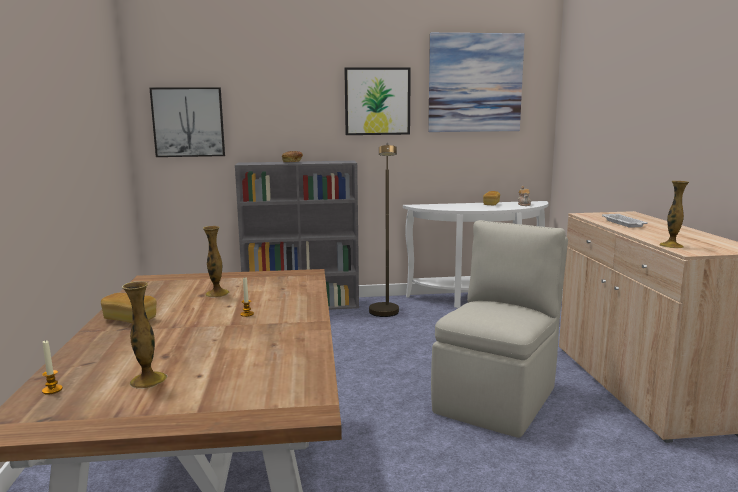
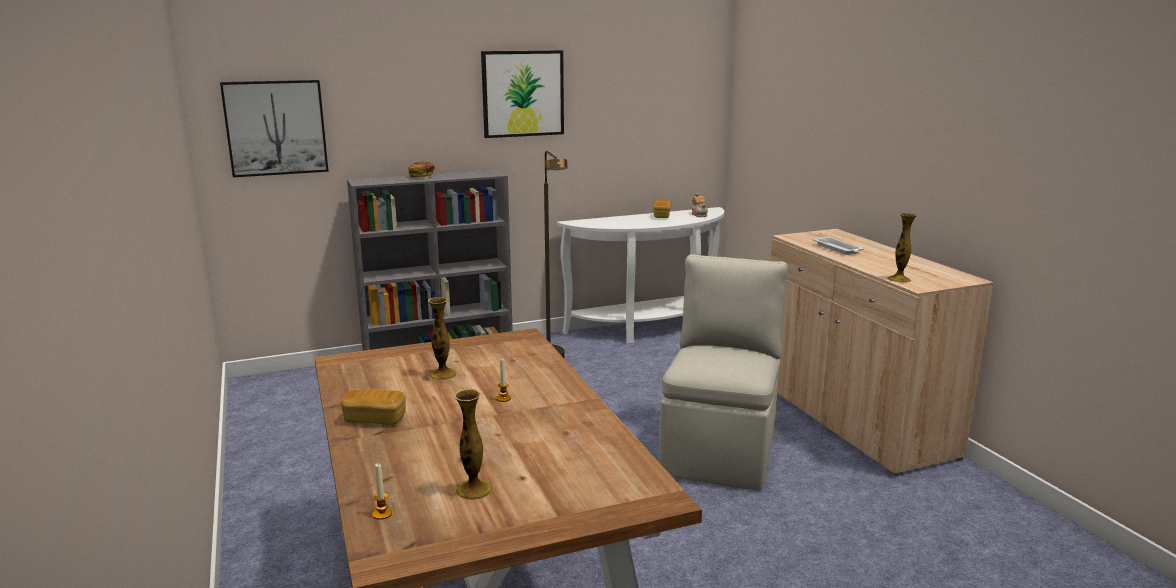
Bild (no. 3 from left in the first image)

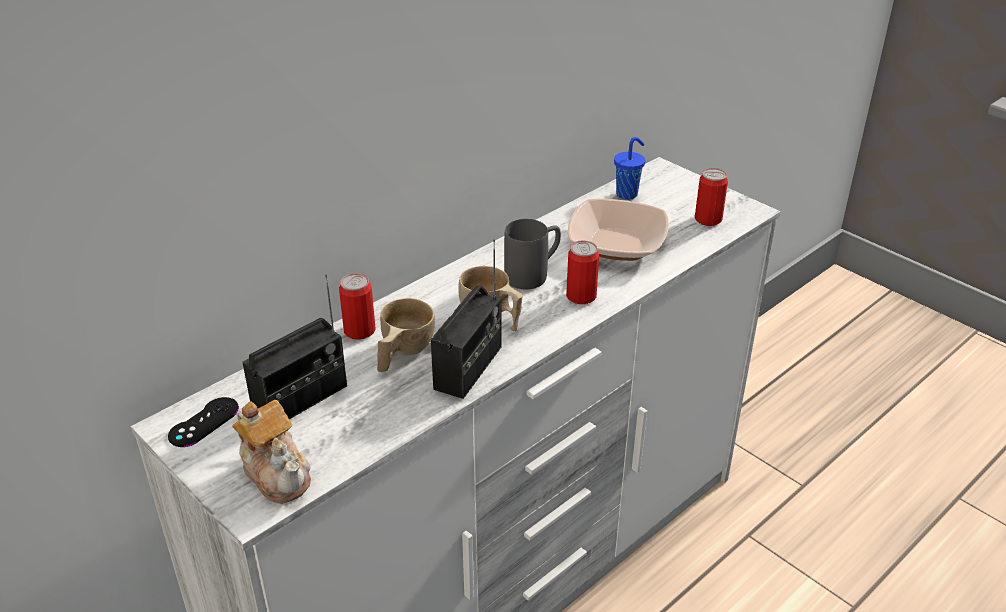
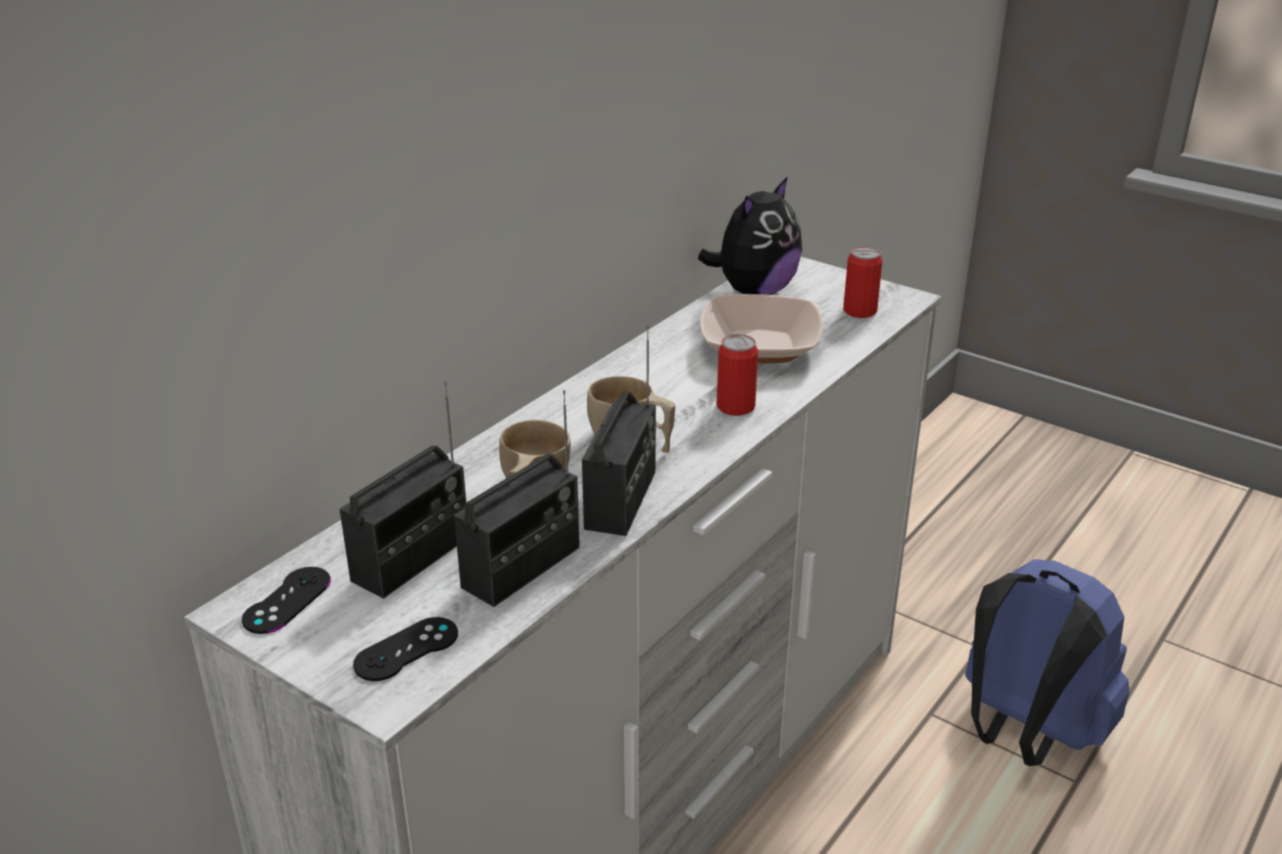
Plüschtier; Henkelbecher/grau; Dose (no. 1 from left in the first image); Gamepad/schwarz (no. 2 from left); Radio (no. 2 from left); Rucksack/blau

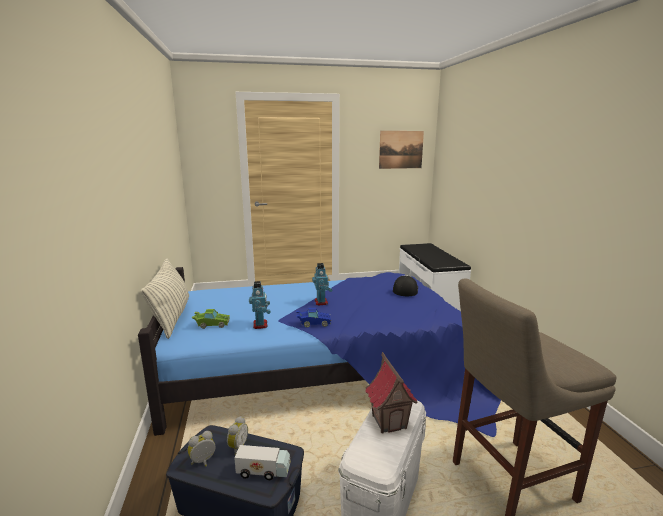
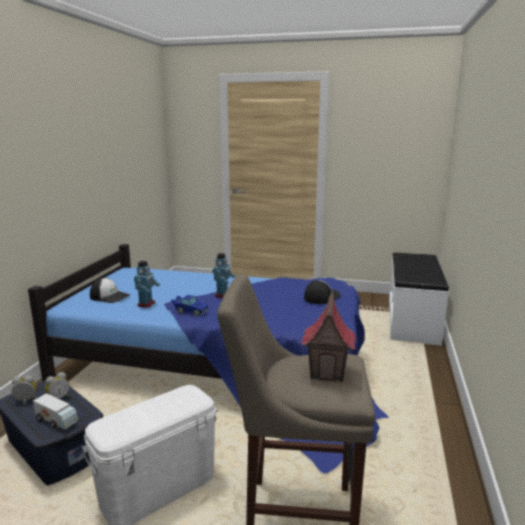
Bild; Kissen; Kappe (no. 1 from left); Spielzeughaus

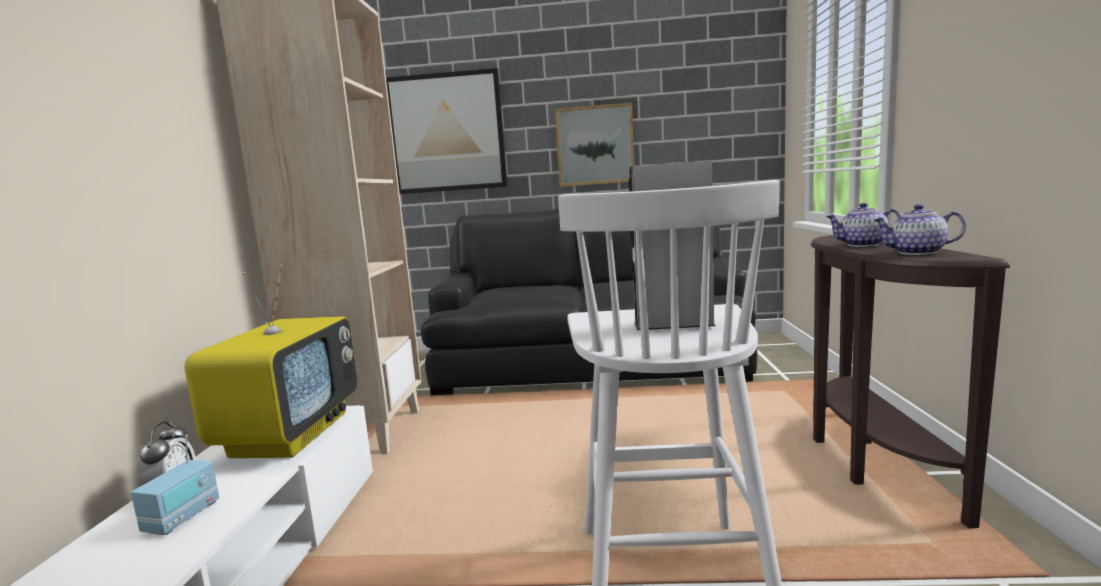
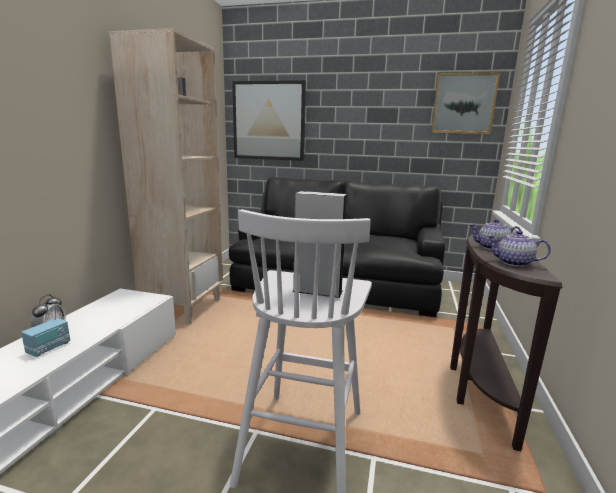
Bild (no. 2 from left); Fernseher

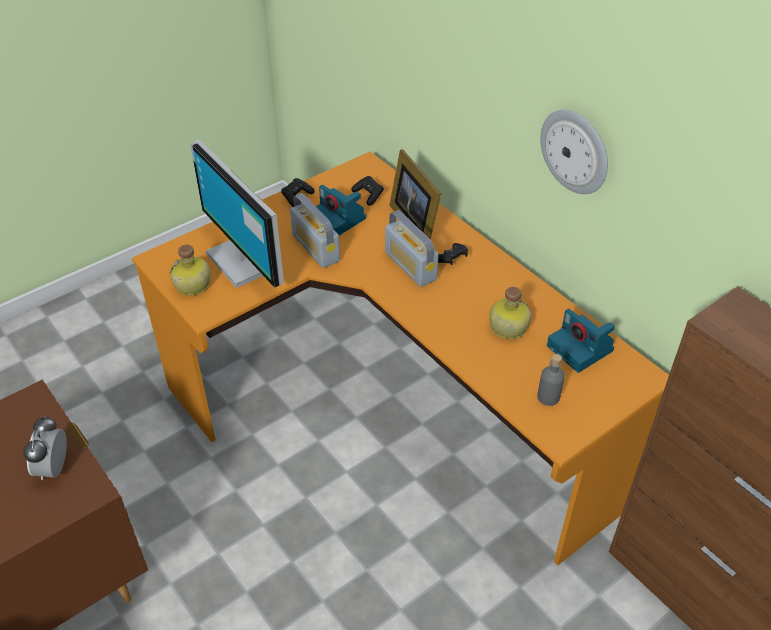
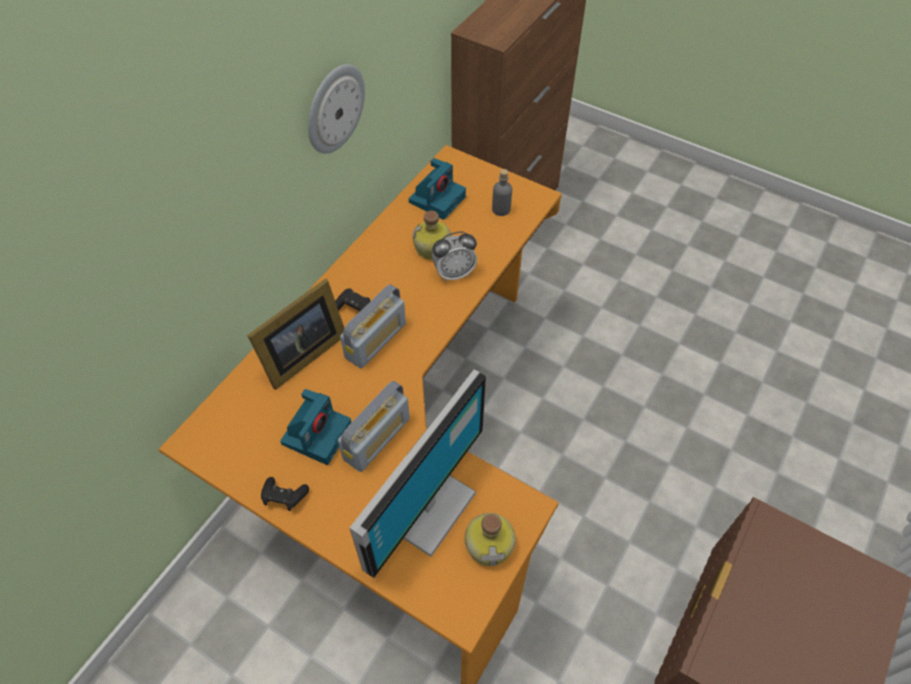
Gamepad/schwarz (no. 2 from left in the first image); Wecker

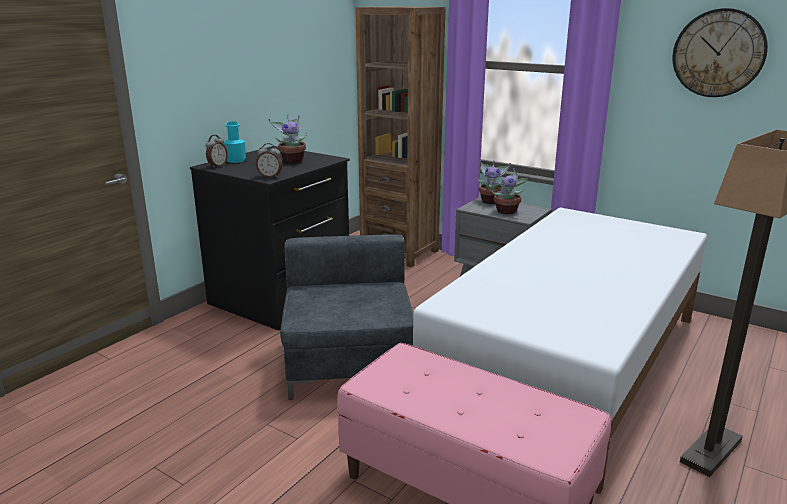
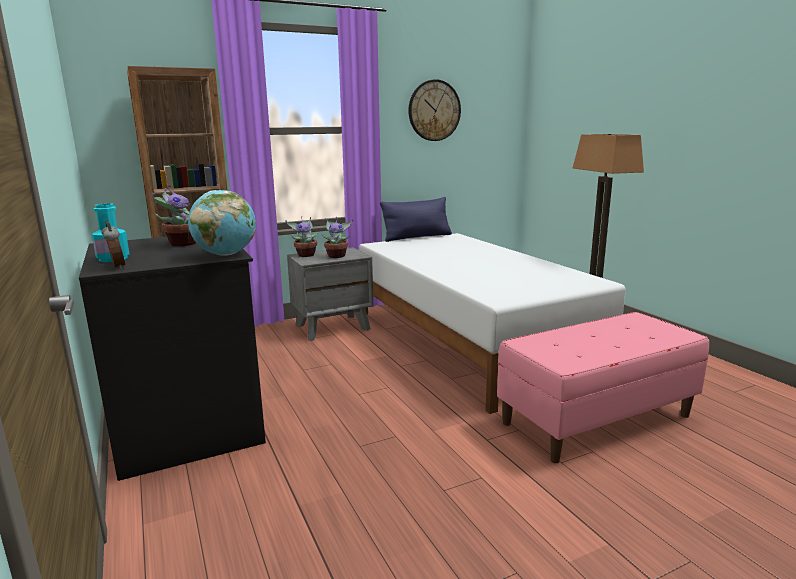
Globus; Sessel/grau; Kissen/blau

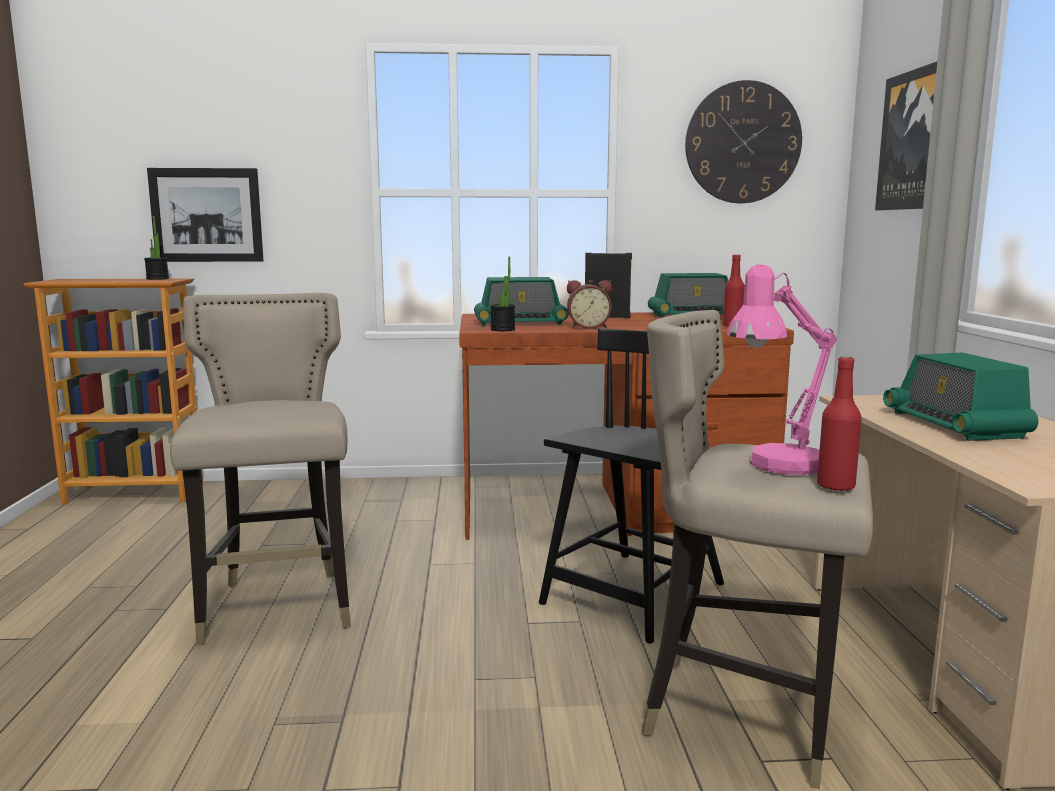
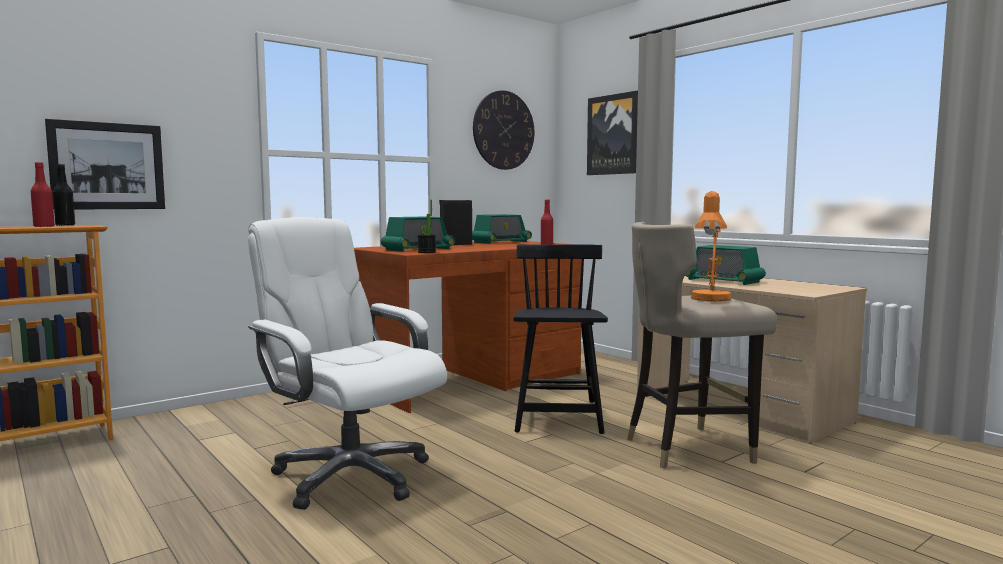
Flasche/schwarz; Tischlampe/orange; Wecker; Bürostuhl/weiß; Flasche/rot (no. 1 from left)

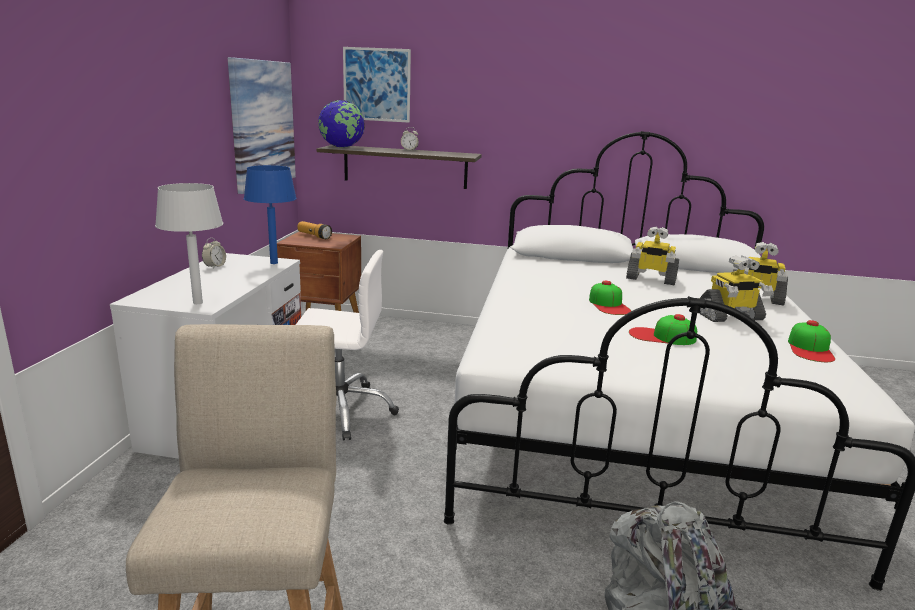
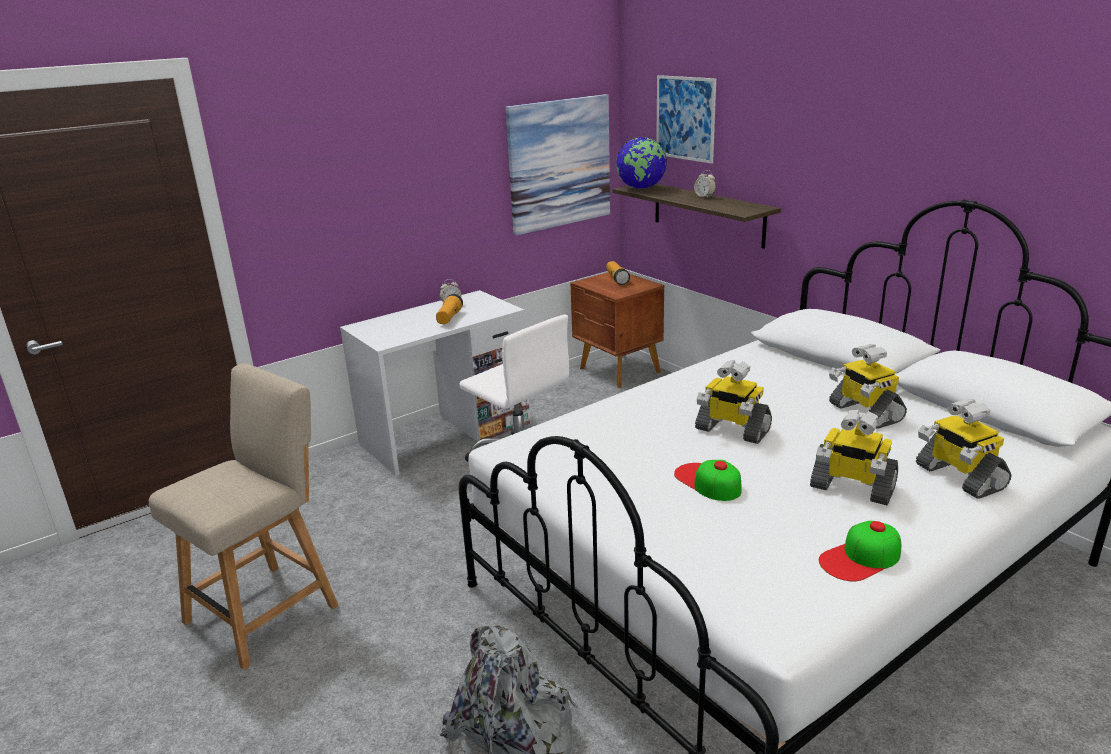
Tischlampe/blau; Tischlampe/grau; Spielzeugroboter (no. 1 from left); Taschenlampe (no. 1 from left)

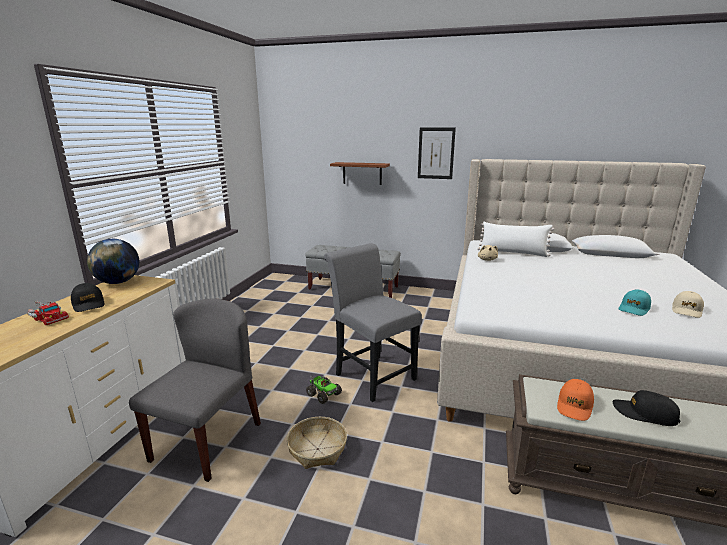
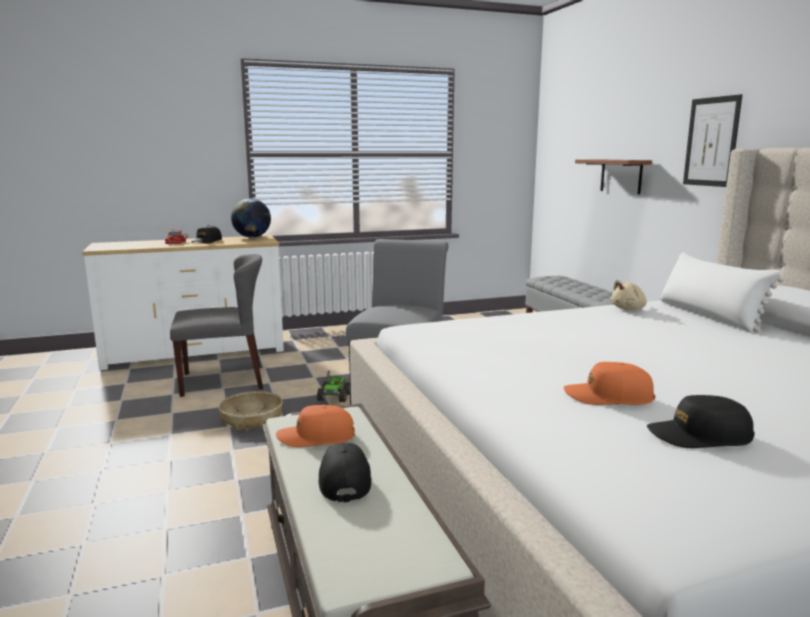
Kappe/orange (no. 2 from left); Kappe/schwarz (no. 3 from left)

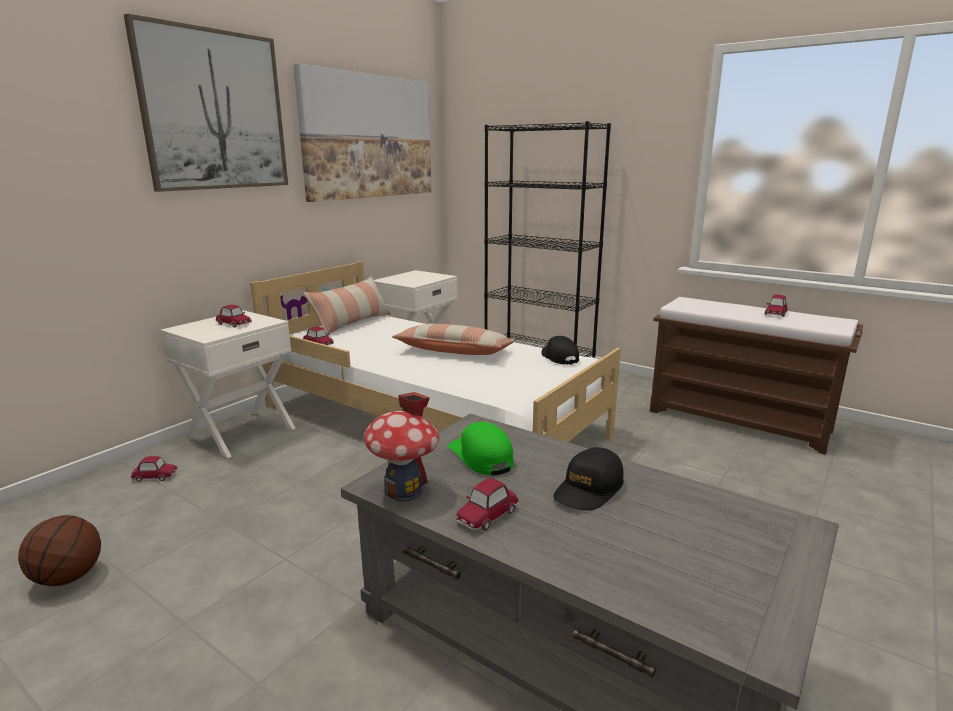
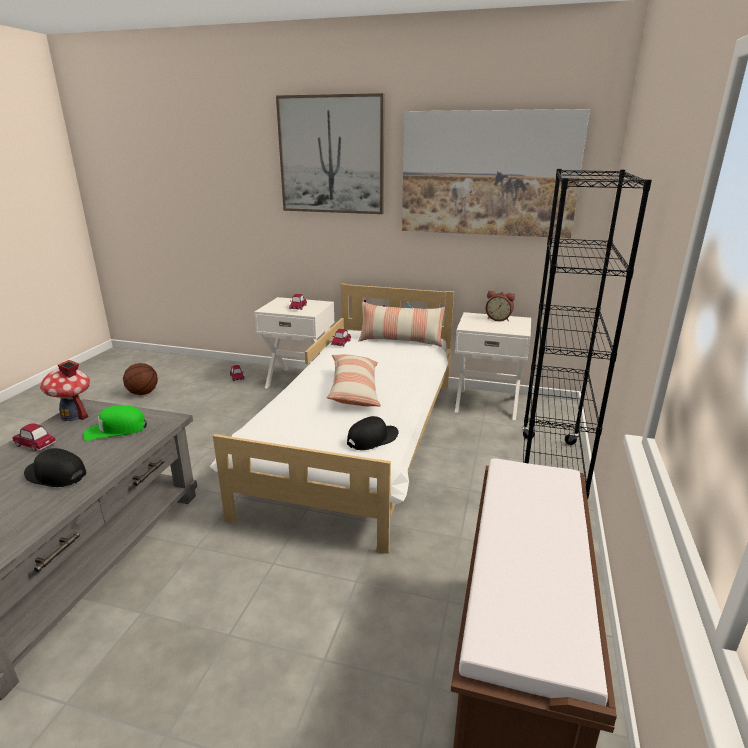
Spielzeugauto (no. 5 from left in the first image); Kappe/grün; Wecker

